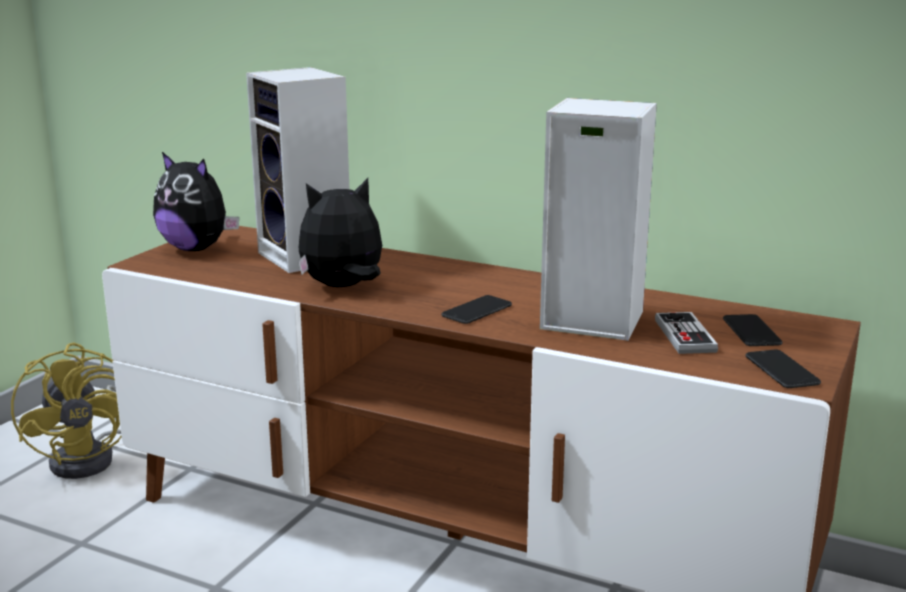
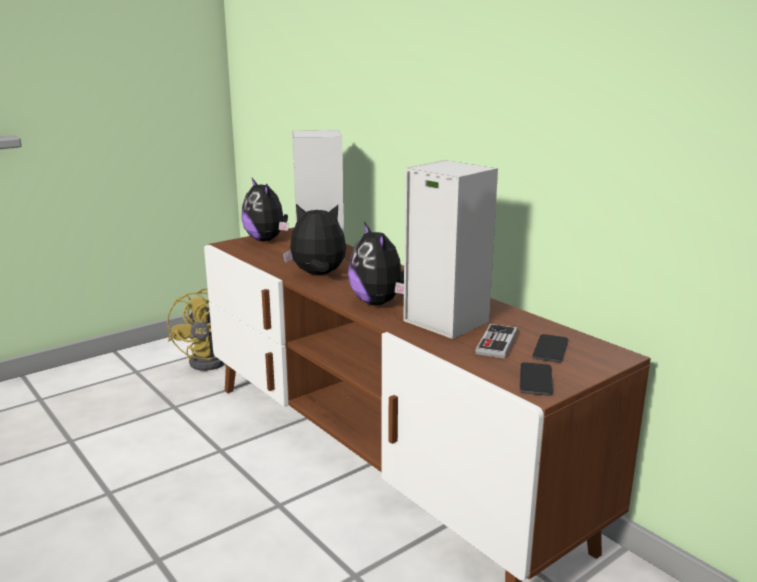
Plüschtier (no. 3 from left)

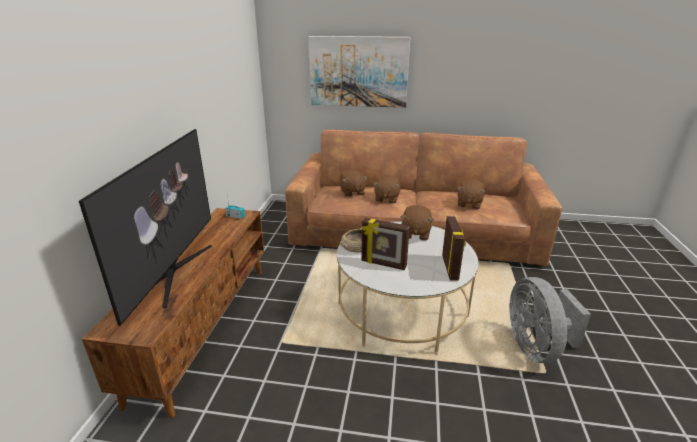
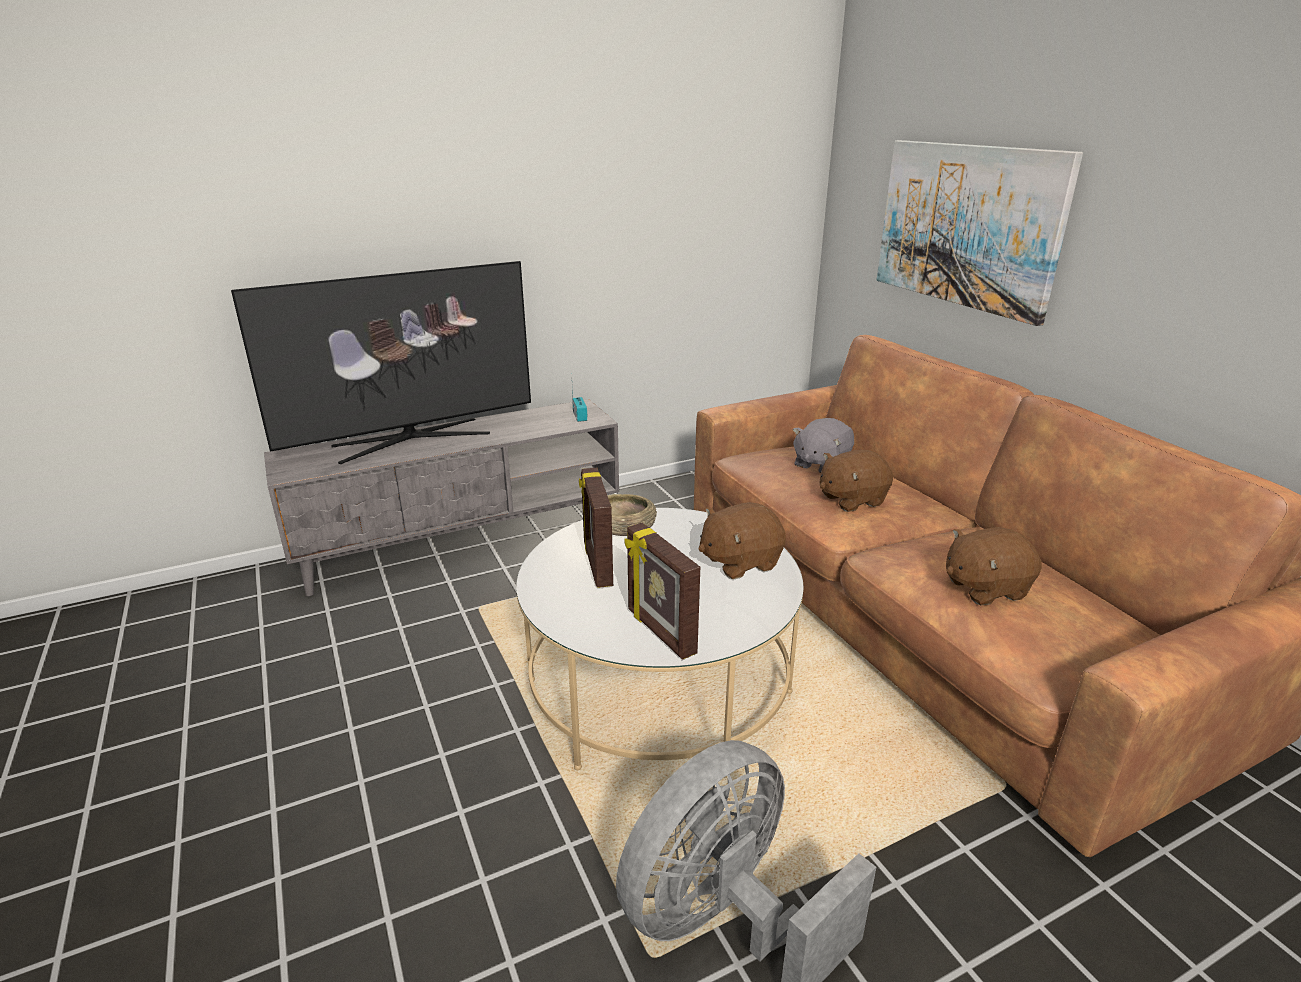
Plüschtier/grau; Fernsehschrank/grau; Bilderrahmen (no. 2 from left)

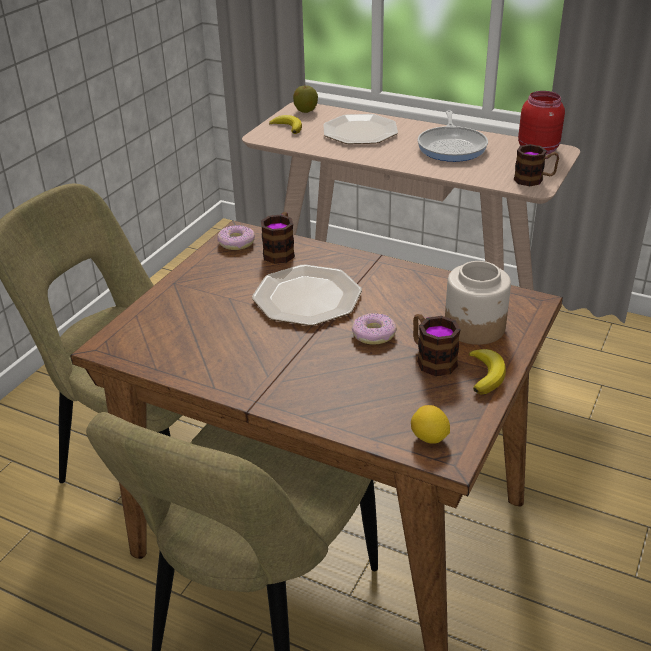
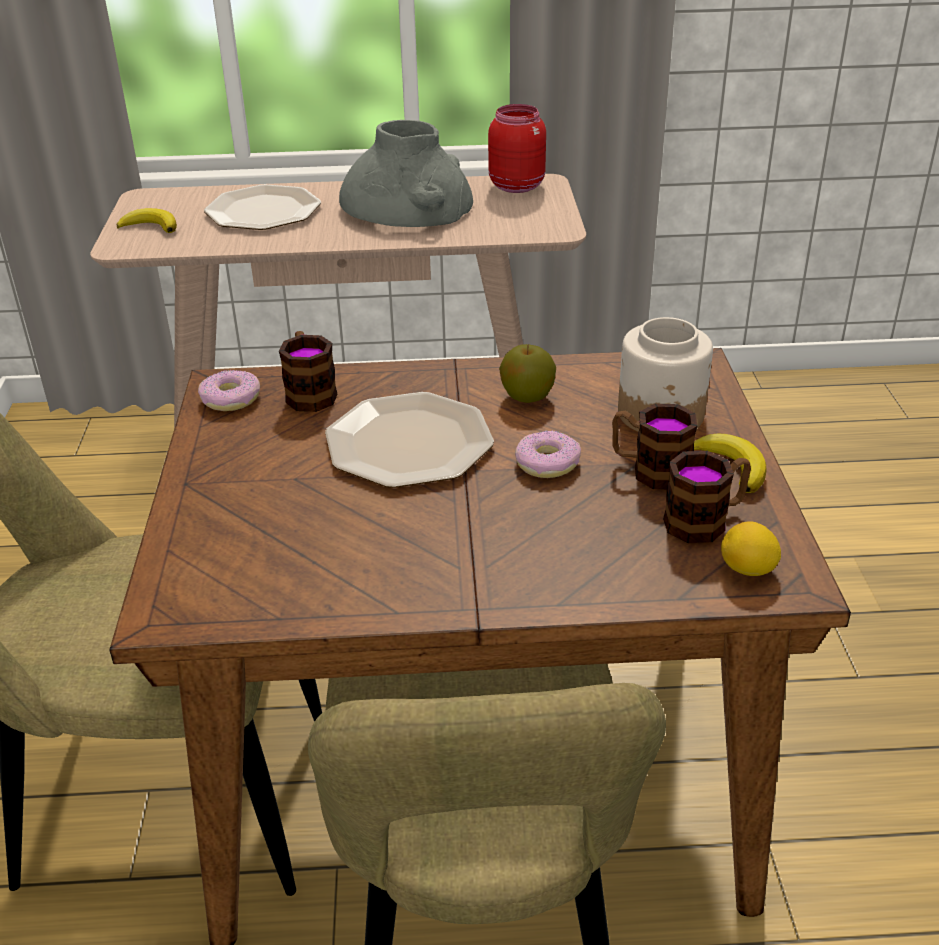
Apfel; Vase/grau; Henkelbecher (no. 3 from left)

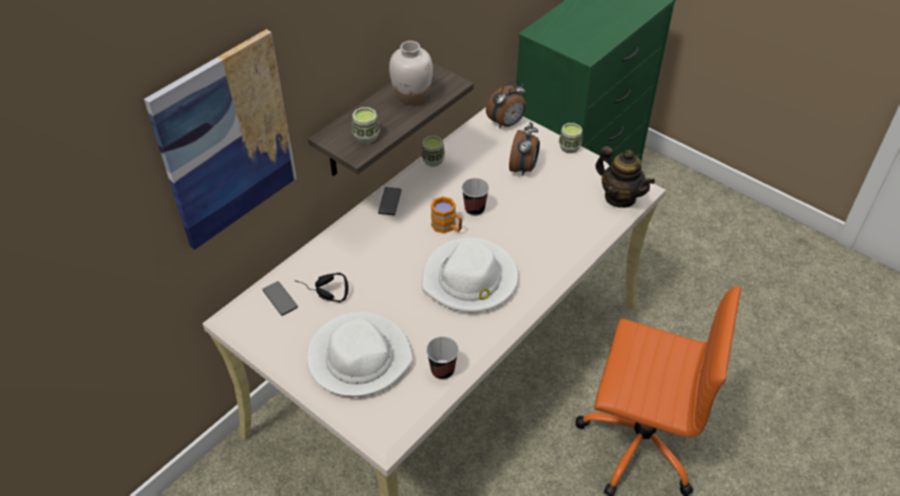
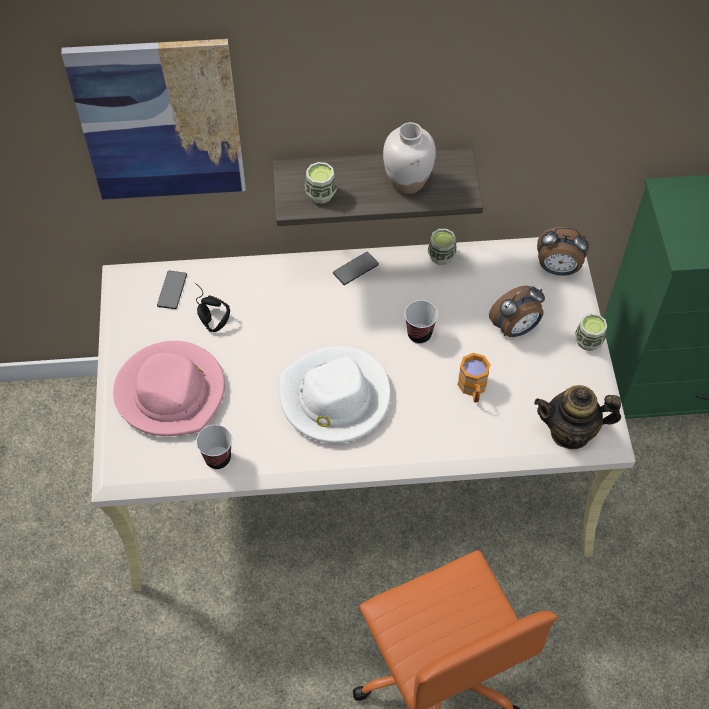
Teekanne; Henkelbecher/orange; Hut/rosa

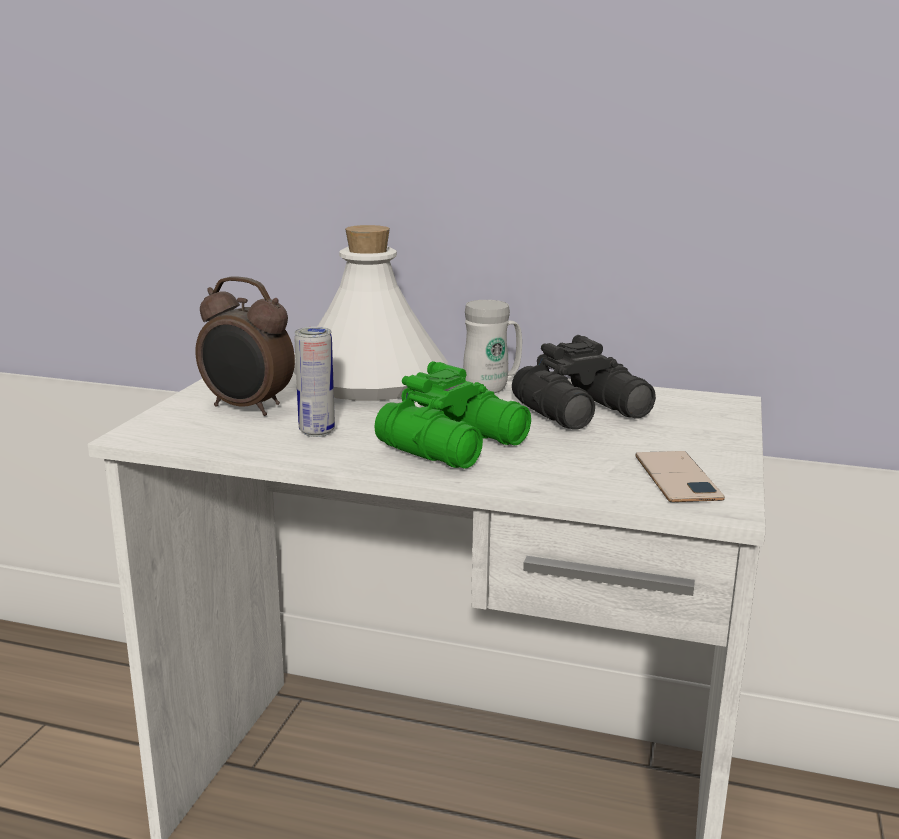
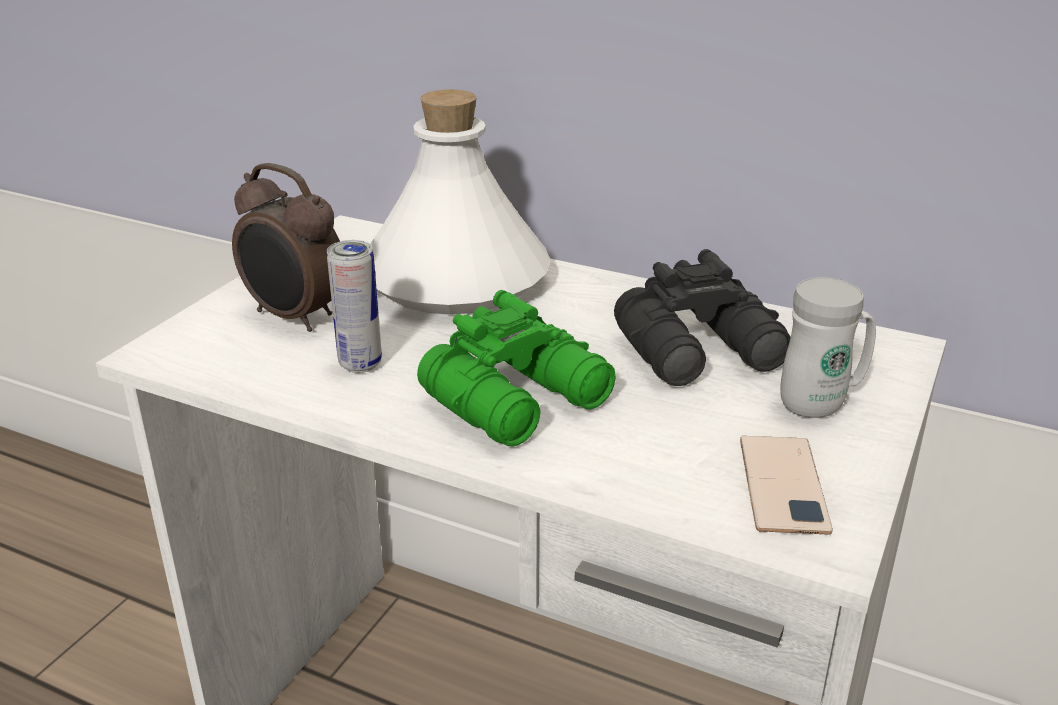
Henkelbecher/weiß

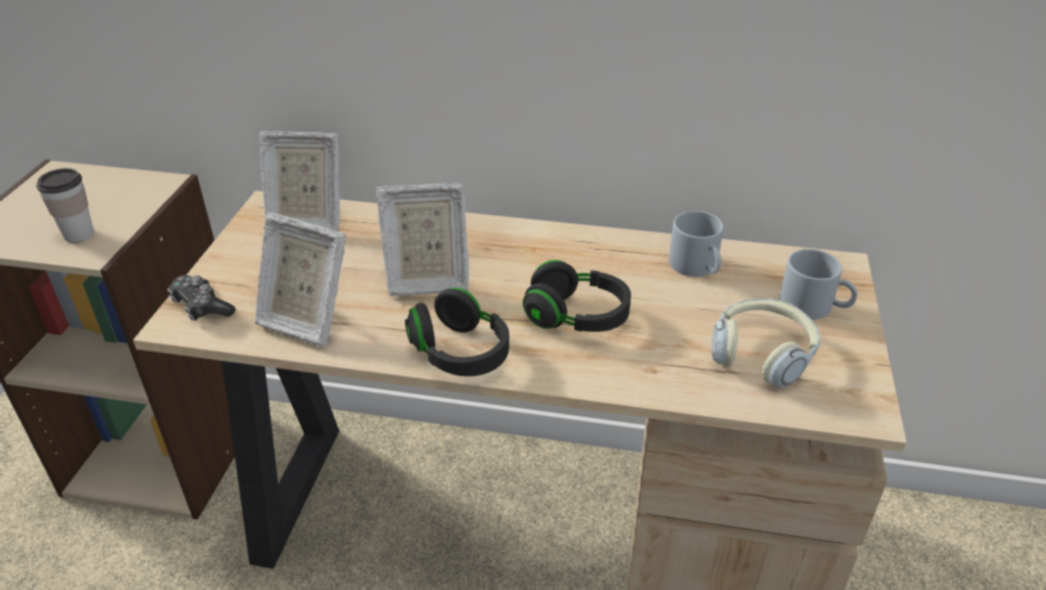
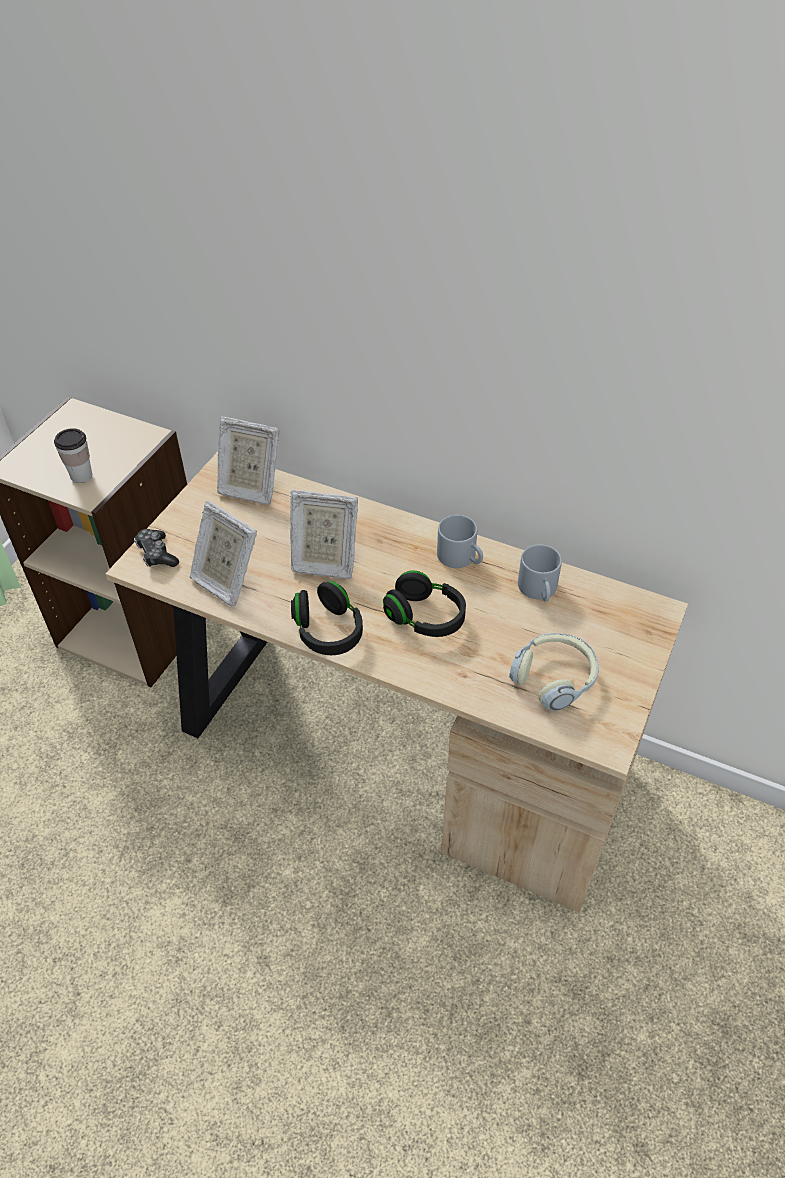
Henkelbecher/grau (no. 1 from left)

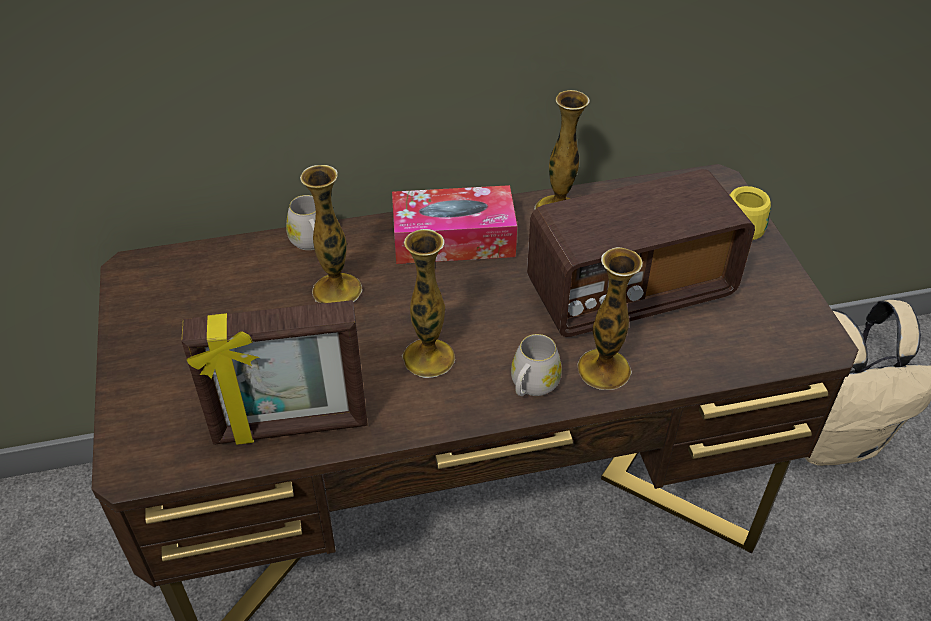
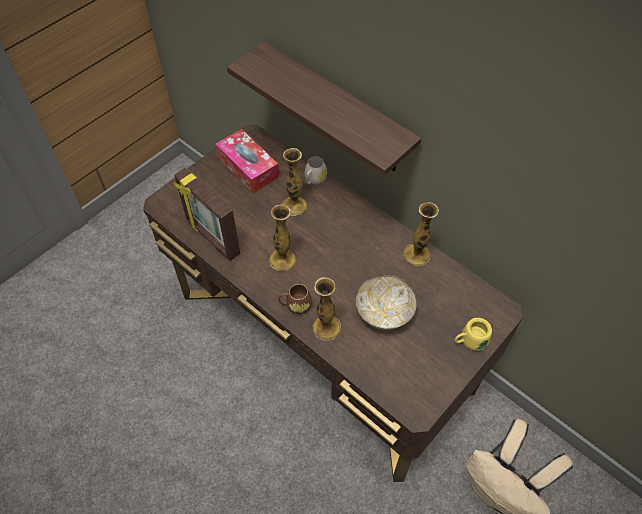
Schüssel; Taschentuchbox; Henkelbecher/braun; Wandregal

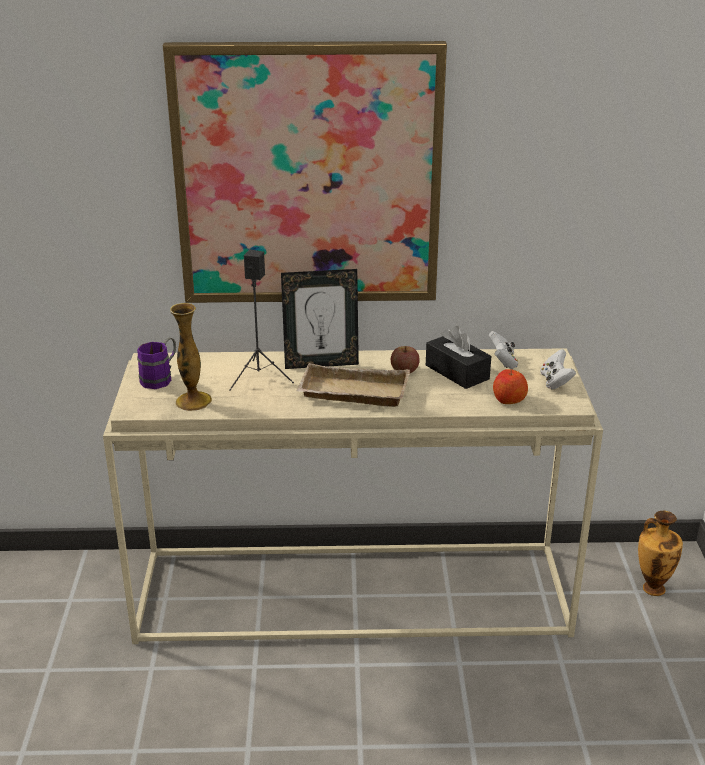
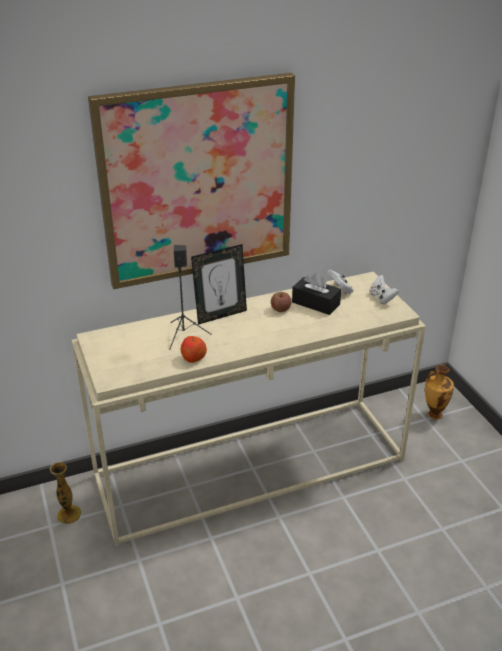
Vase (no. 1 from left); Henkelbecher/lila; Tablett/beige; Apfel (no. 1 from left)

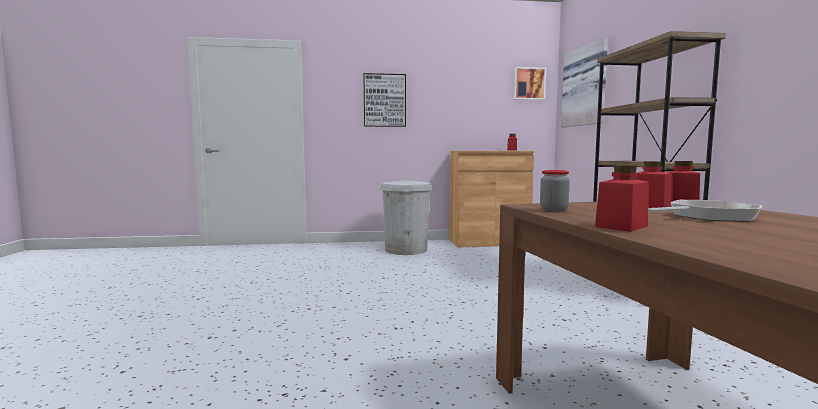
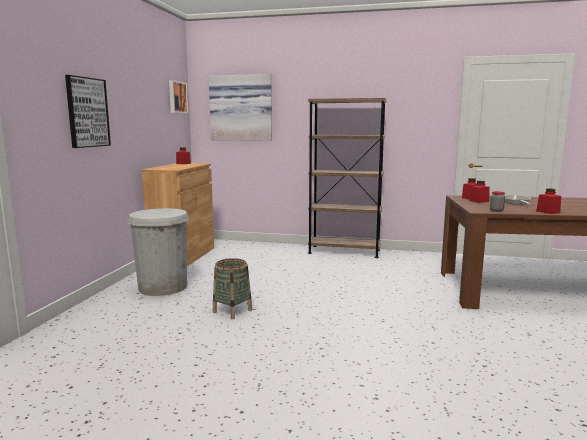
Korb

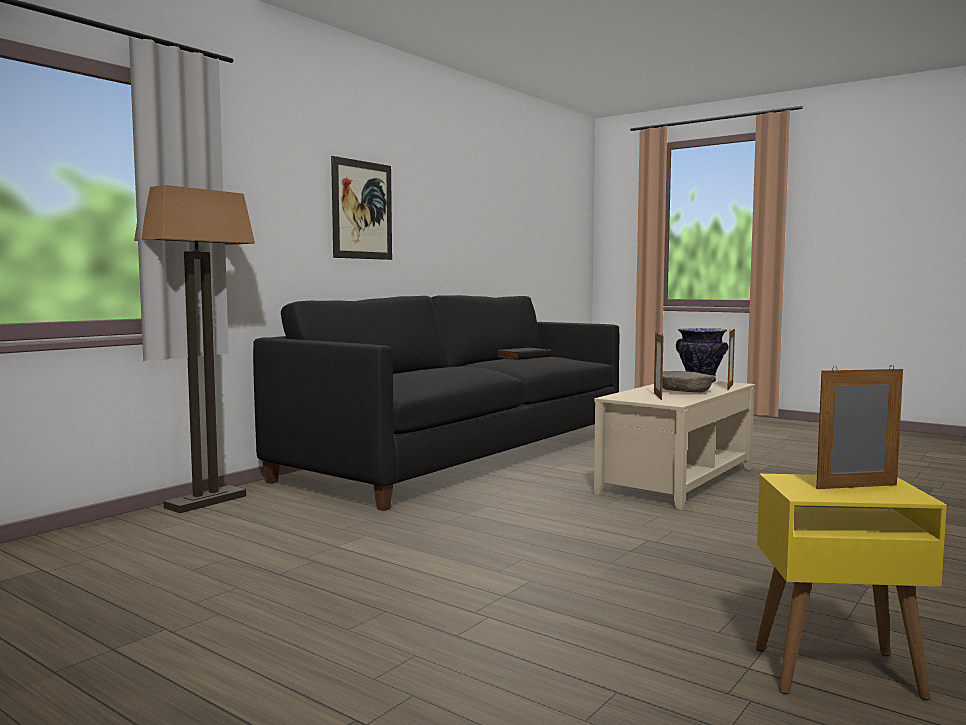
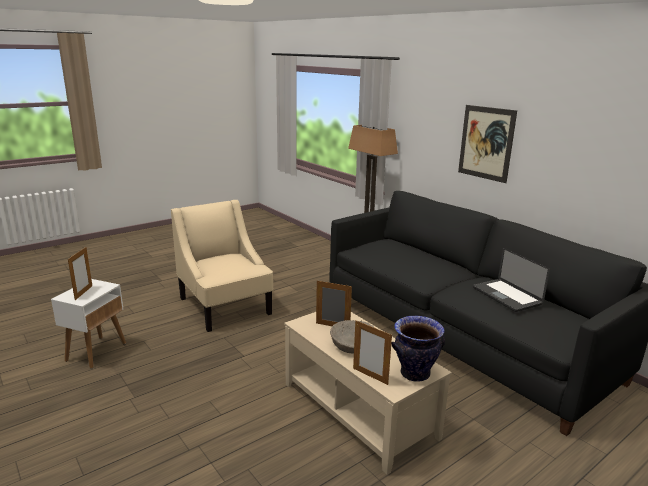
Laptop; Beistelltisch/weiß; Sessel/beige

